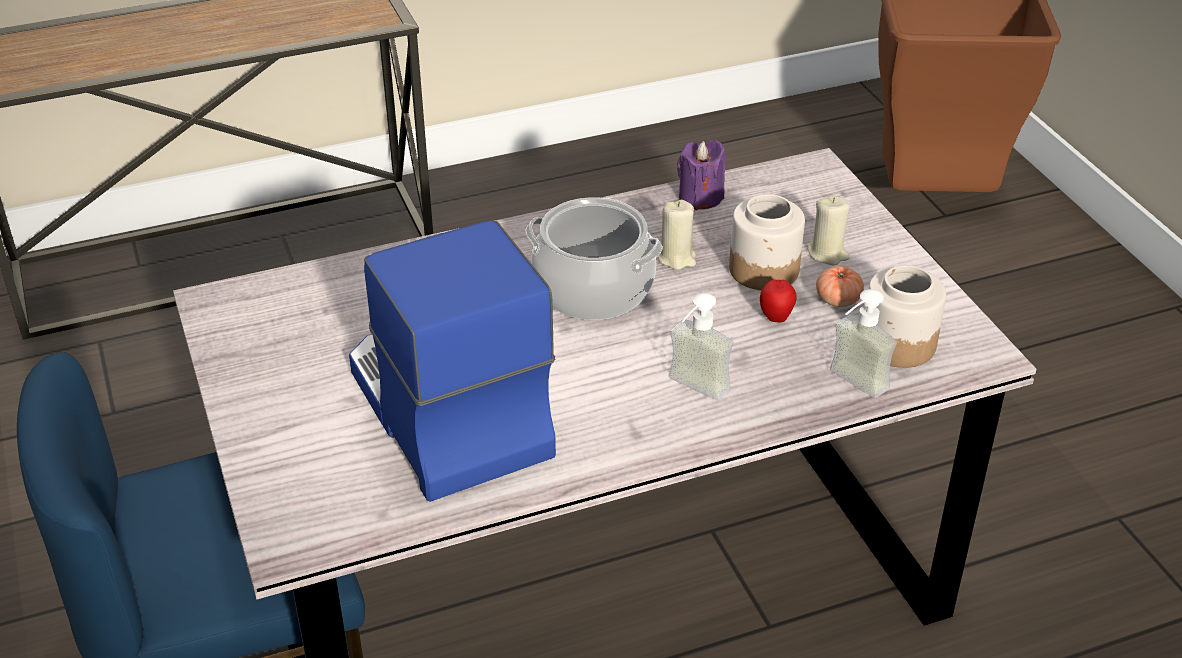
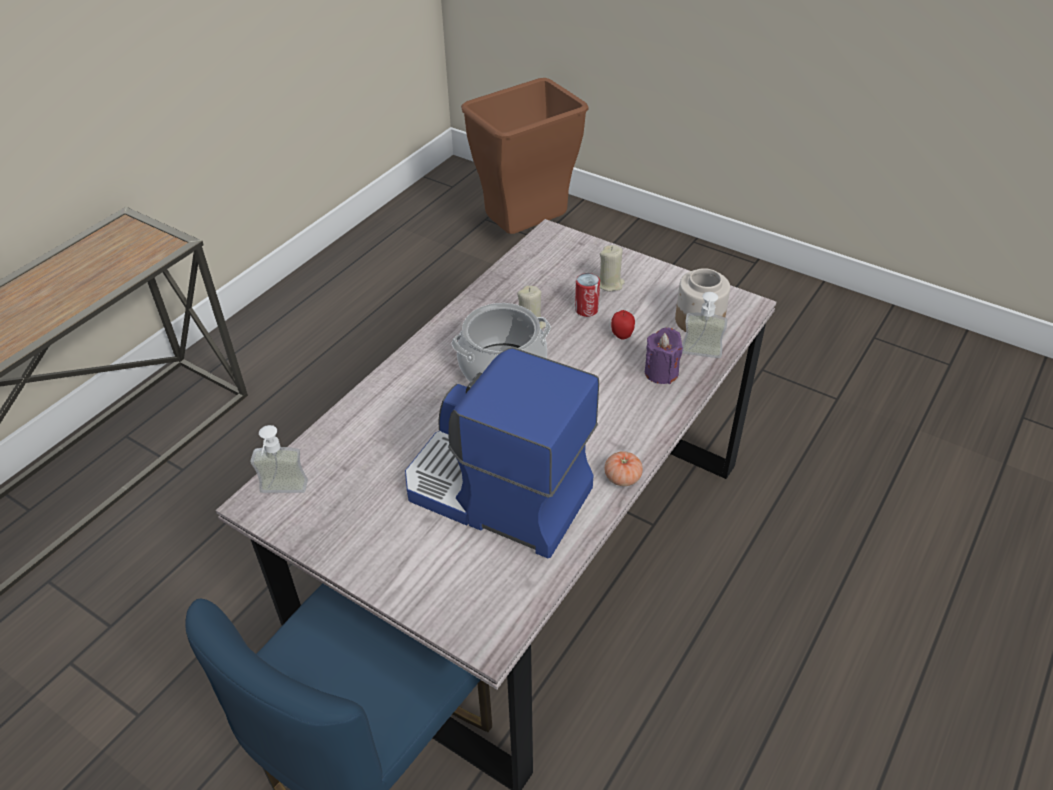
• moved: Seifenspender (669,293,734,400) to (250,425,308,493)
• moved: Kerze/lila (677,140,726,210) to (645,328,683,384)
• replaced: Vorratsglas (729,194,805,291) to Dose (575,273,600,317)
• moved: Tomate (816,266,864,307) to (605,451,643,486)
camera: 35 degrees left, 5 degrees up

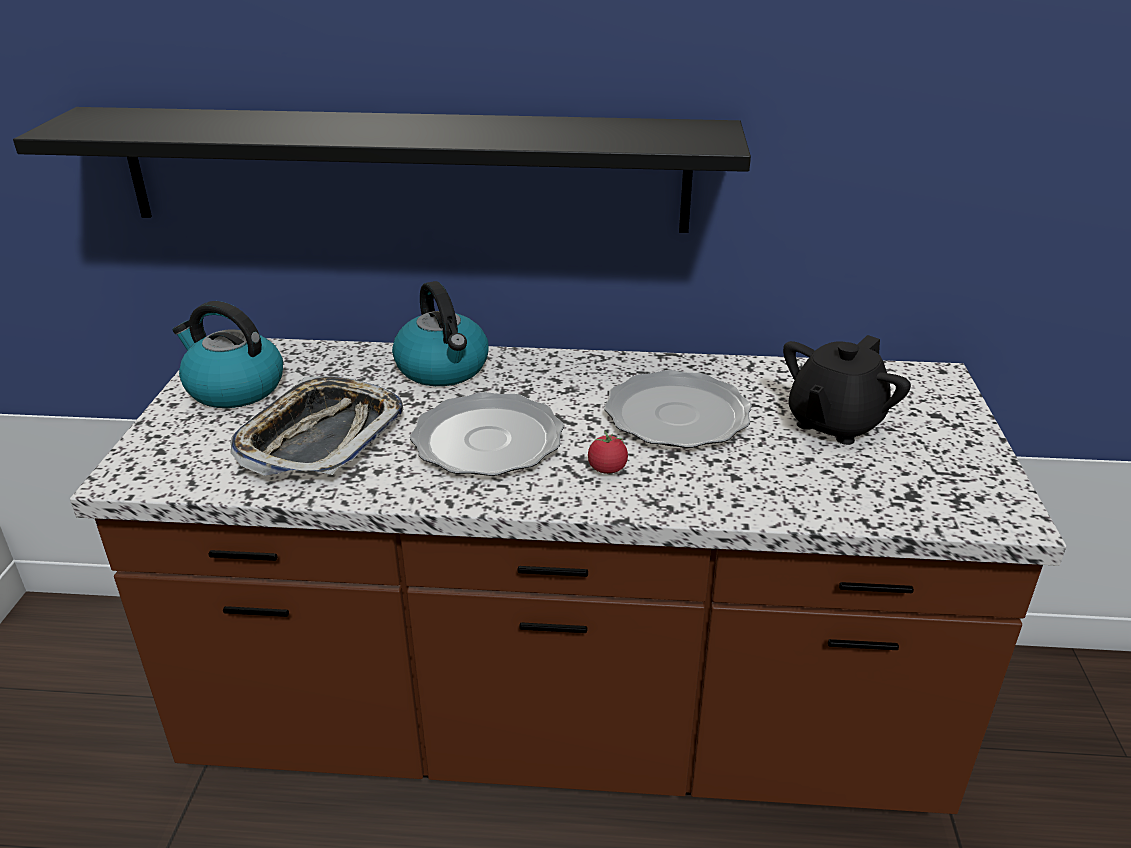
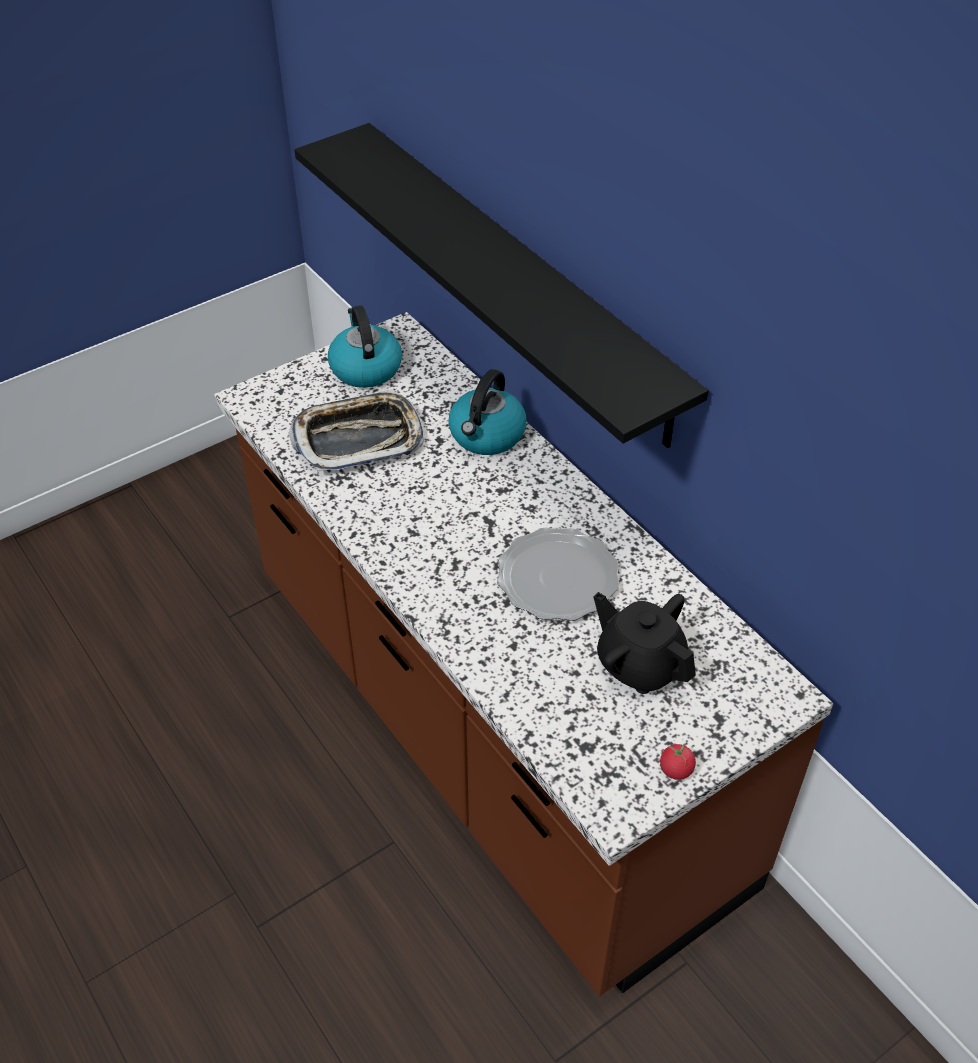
• removed: Teller (410,392,564,476)
• moved: Tomate (588,431,628,474) to (660,744,696,780)
• turned: Teekanne/schwarz (783,335,911,445) = (593,592,696,694) 45 degrees clockwise
camera: 50 degrees right, 15 degrees up

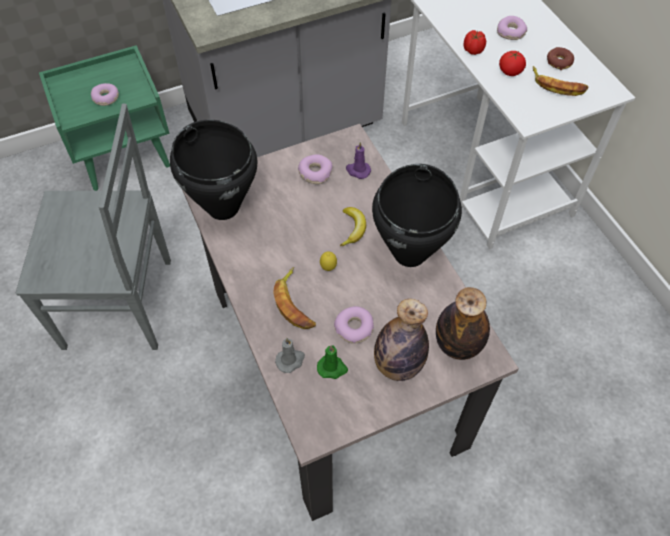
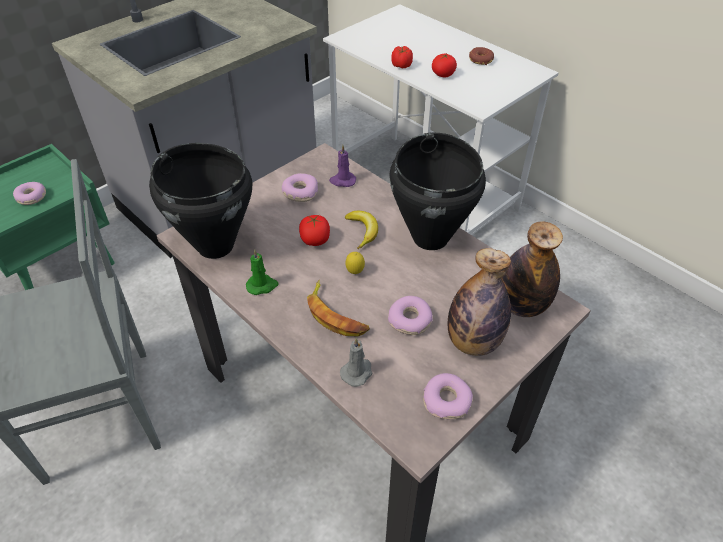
• moved: Kerze/grün (317,345,348,379) to (246,249,279,295)
• moved: Donut (497,16,527,40) to (423,373,473,419)
• removed: Banane (533,66,588,96)
• added: Tomate (299,215,330,246)
camera: 20 degrees left, 10 degrees down

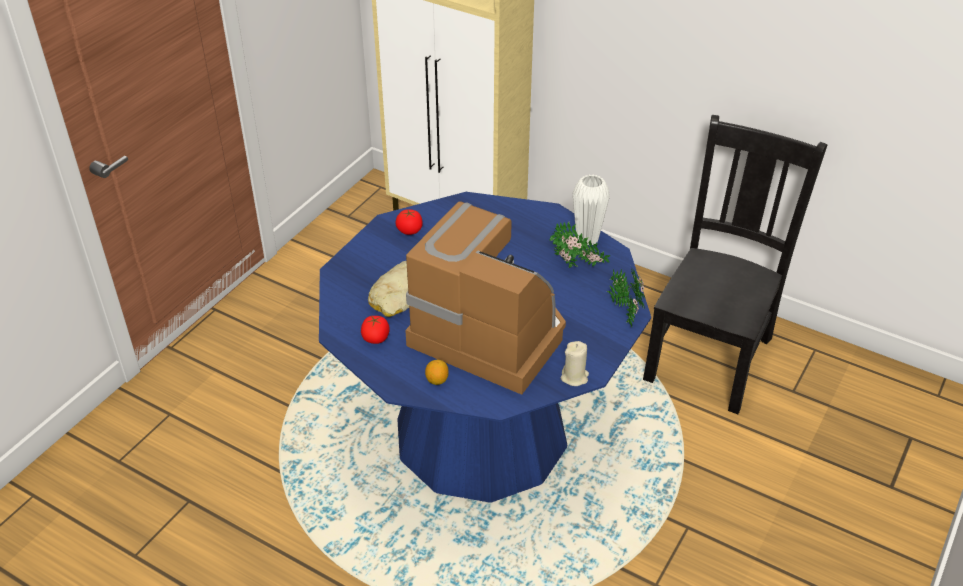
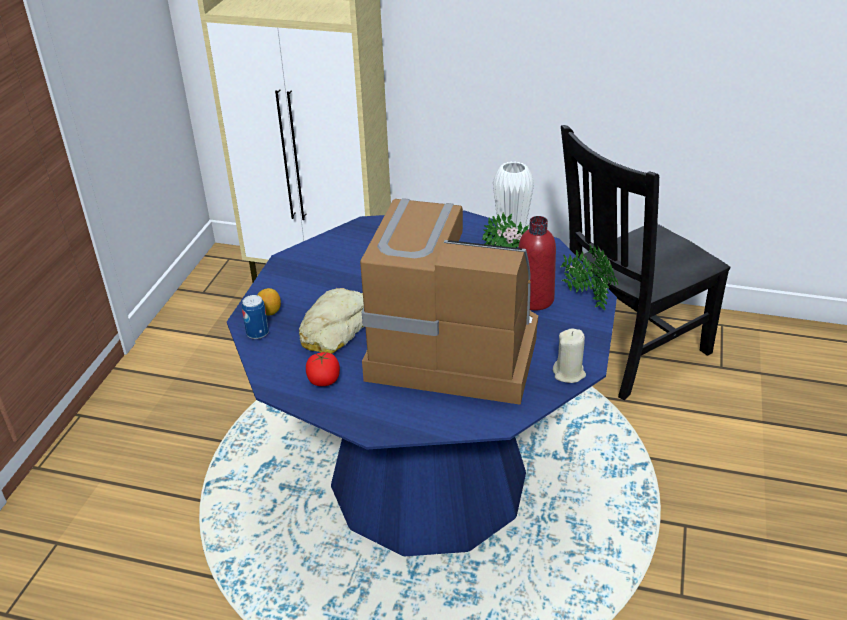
• removed: Tomate (395,209,423,235)
• moved: Zitrone (425,360,449,385) to (257,288,281,316)
• turned: Stuhl/schwarz (643,115,827,414) = (561,125,730,400) 135 degrees counterclockwise
• added: Dose (242,295,269,339)
• added: Flasche/rot (518,216,556,310)
camera: 15 degrees left, 5 degrees down

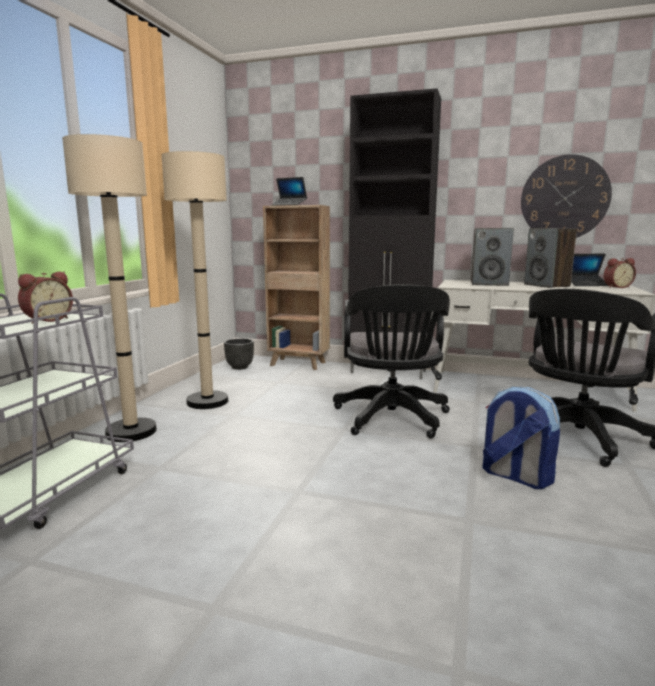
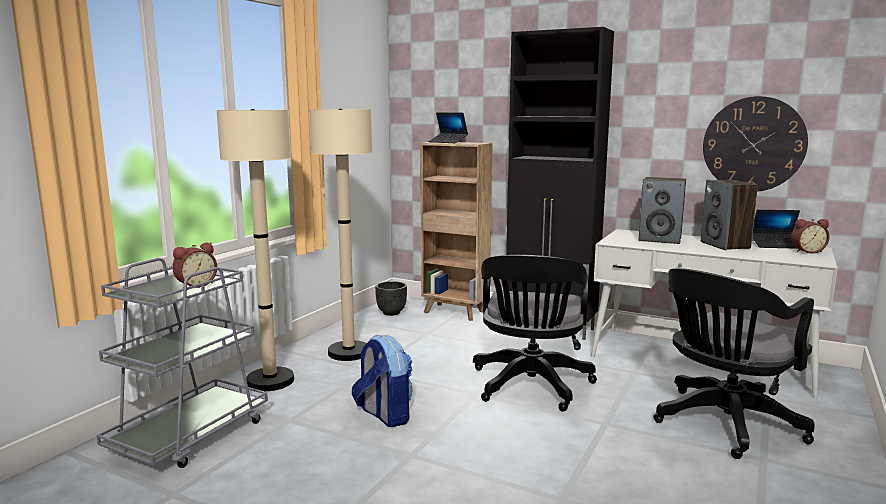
• moved: Rucksack (482,386,560,489) to (352,335,413,427)
camera: 10 degrees right, 0 degrees up

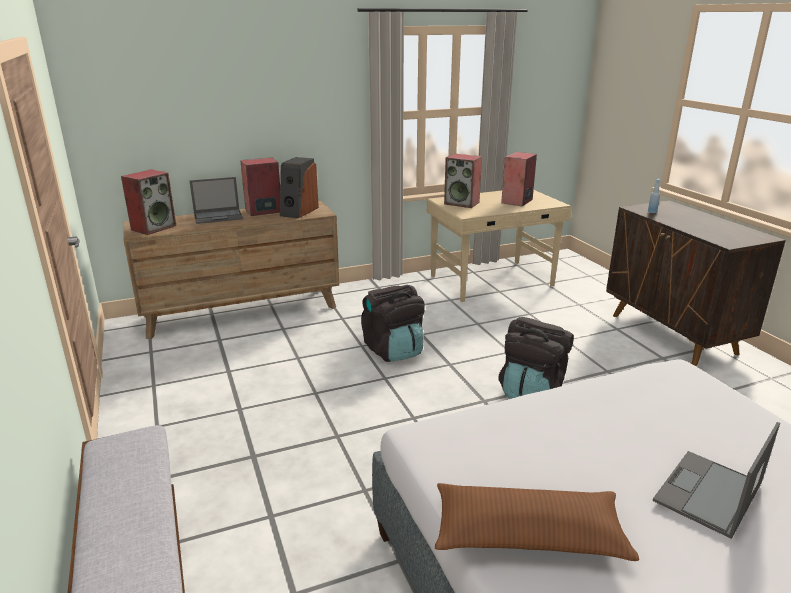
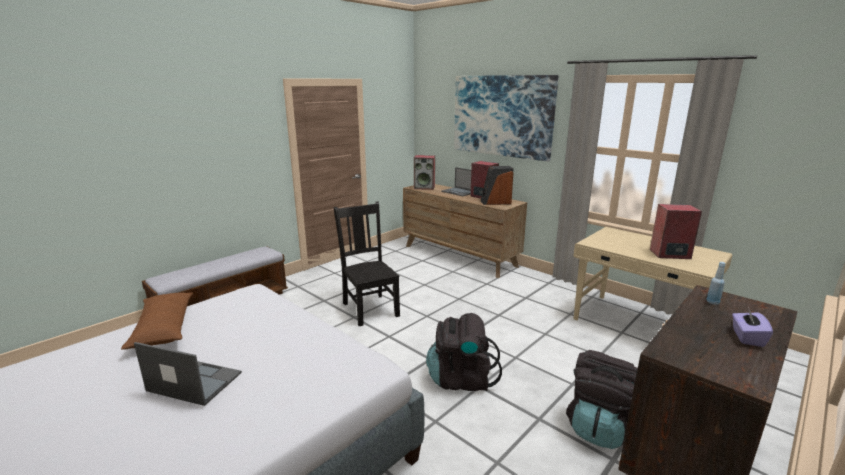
• moved: Rucksack/schwarz (361,285,425,362) to (566,350,638,449)
• removed: Lautsprecher (444,154,482,208)
• added: Stuhl/schwarz (333,202,400,326)
• added: Bild (454,75,558,162)
• added: Taschentuchbox/lila (732,307,773,347)
camera: 65 degrees right, 5 degrees down

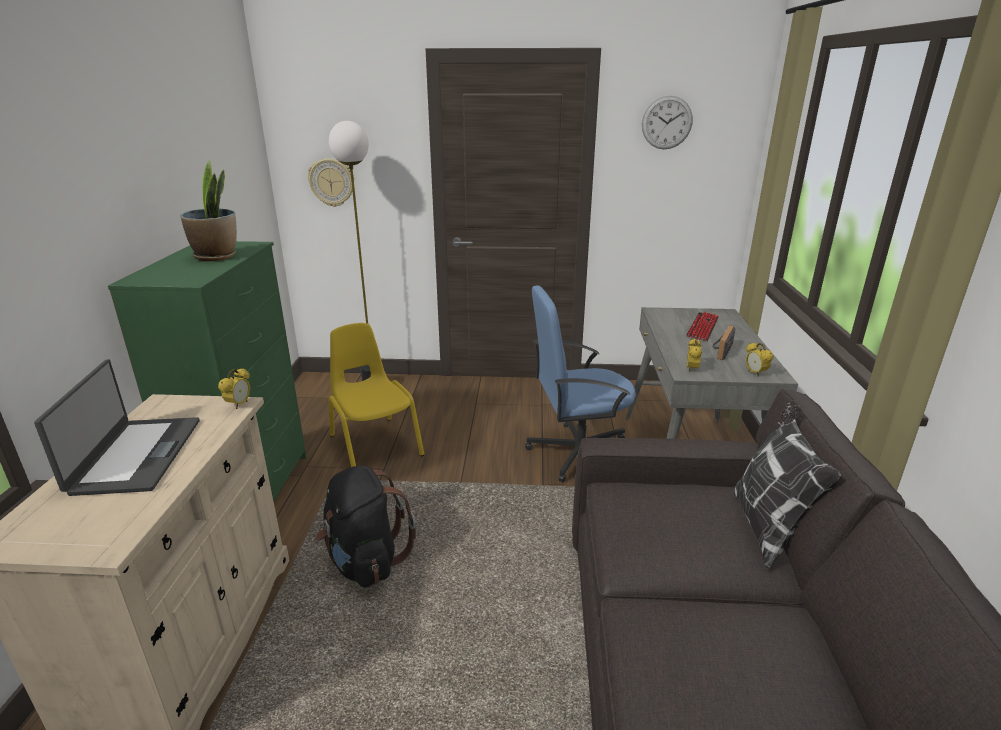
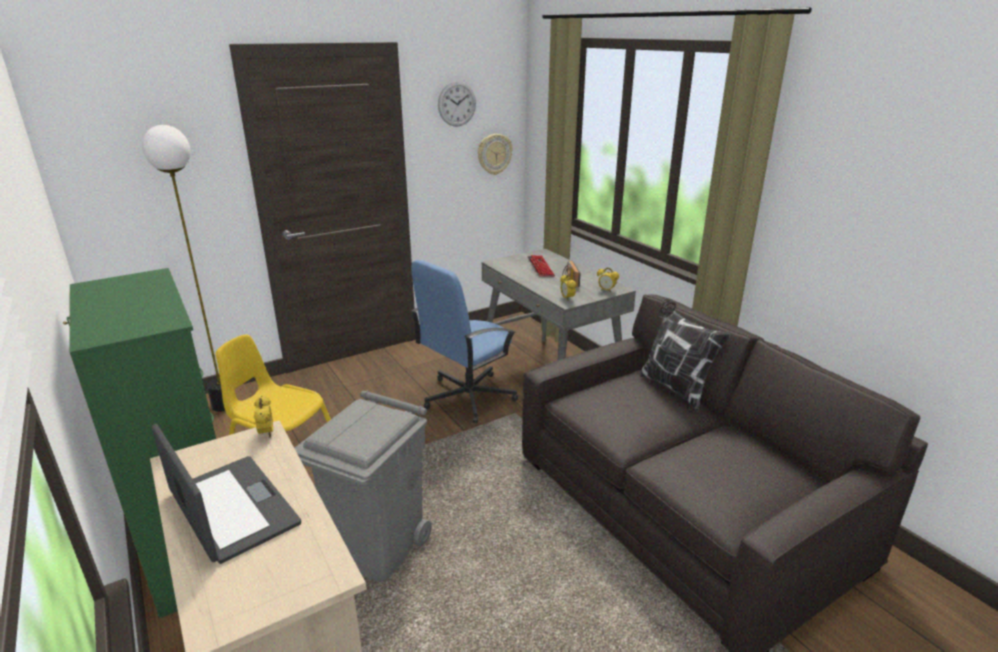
• removed: Topfpflanze (181,160,237,261)
• moved: Wanduhr (308,158,354,207) to (478,134,513,175)
• replaced: Rucksack/schwarz (316,466,416,588) to Mülleimer/grau (295,390,432,581)
camera: 35 degrees left, 0 degrees up

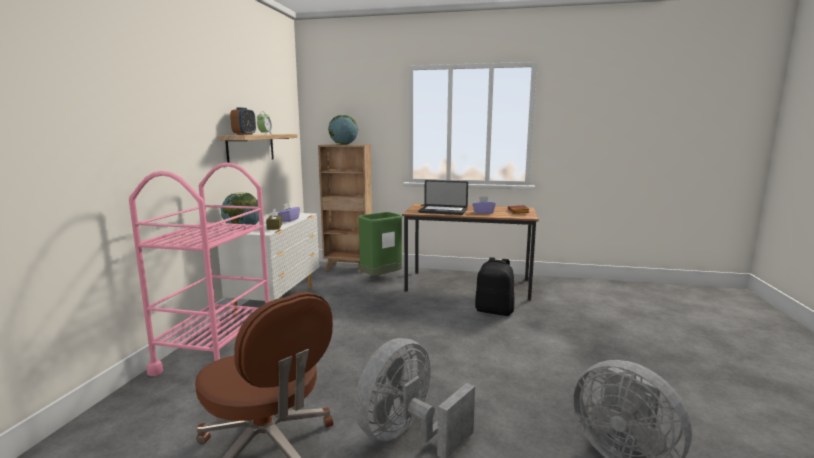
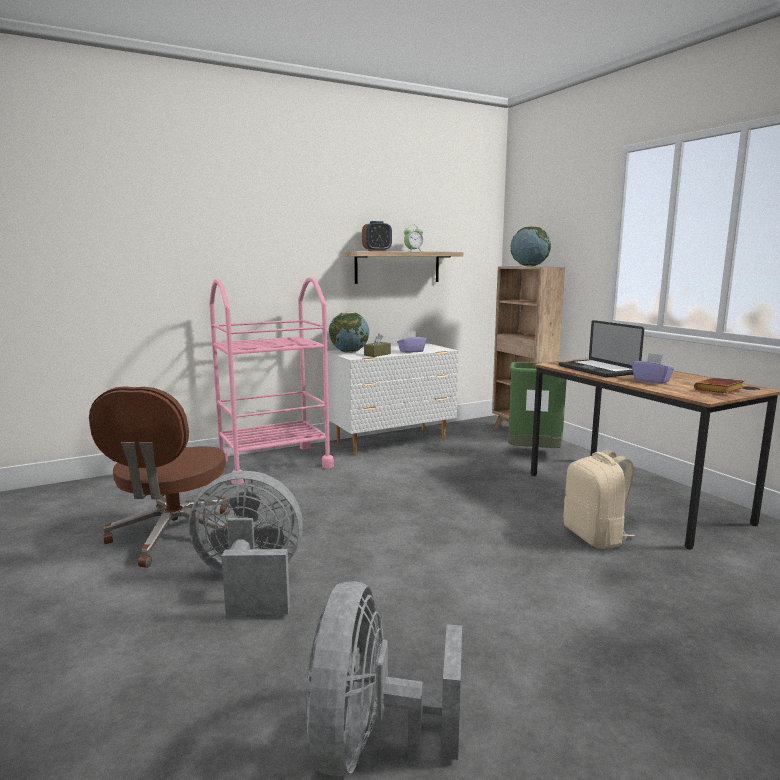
• recoloured: Rucksack/schwarz (475,257,515,316) to Rucksack/beige (564,450,635,549)
camera: 50 degrees right, 0 degrees up

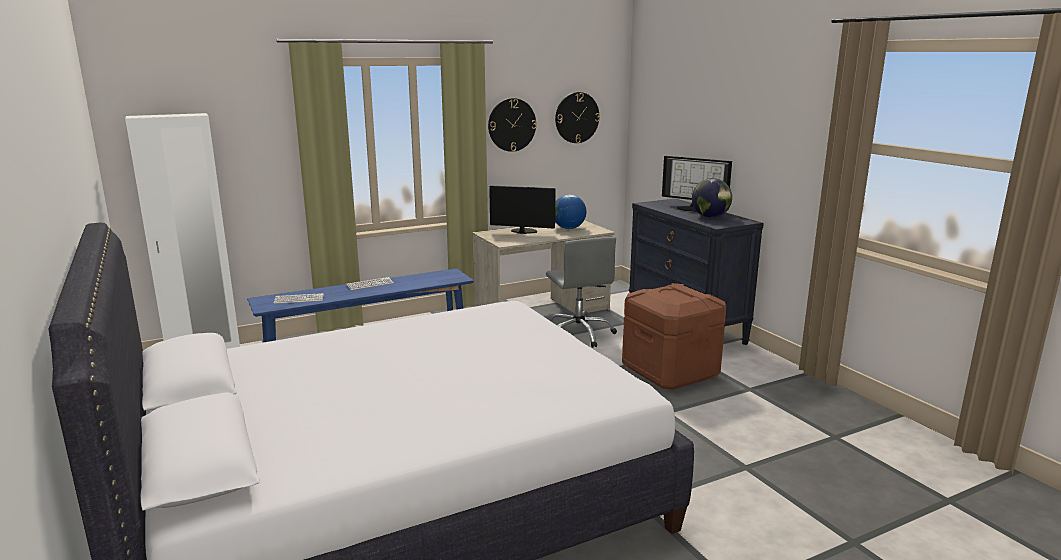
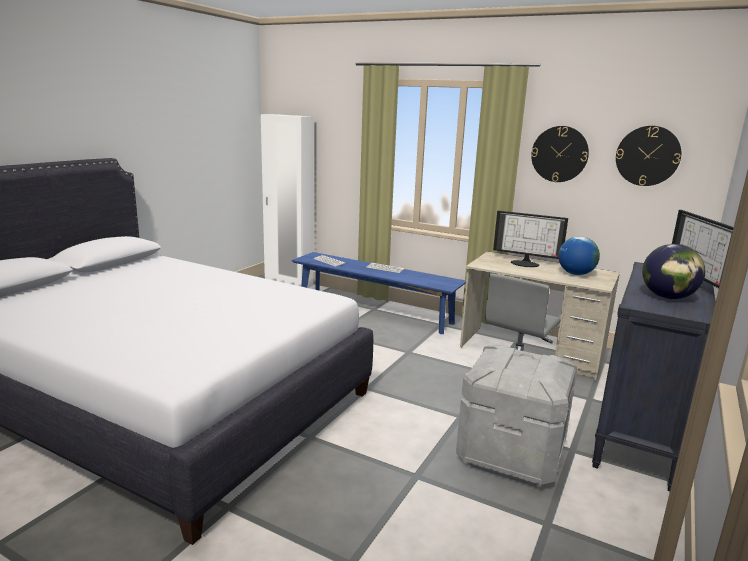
• turned: Monitor (489,186,556,234) = (493,211,568,267) 135 degrees clockwise
• recoloured: Aufbewahrungsbox/braun (622,283,726,390) to Aufbewahrungsbox/grau (456,345,577,487)
camera: 55 degrees right, 0 degrees up

